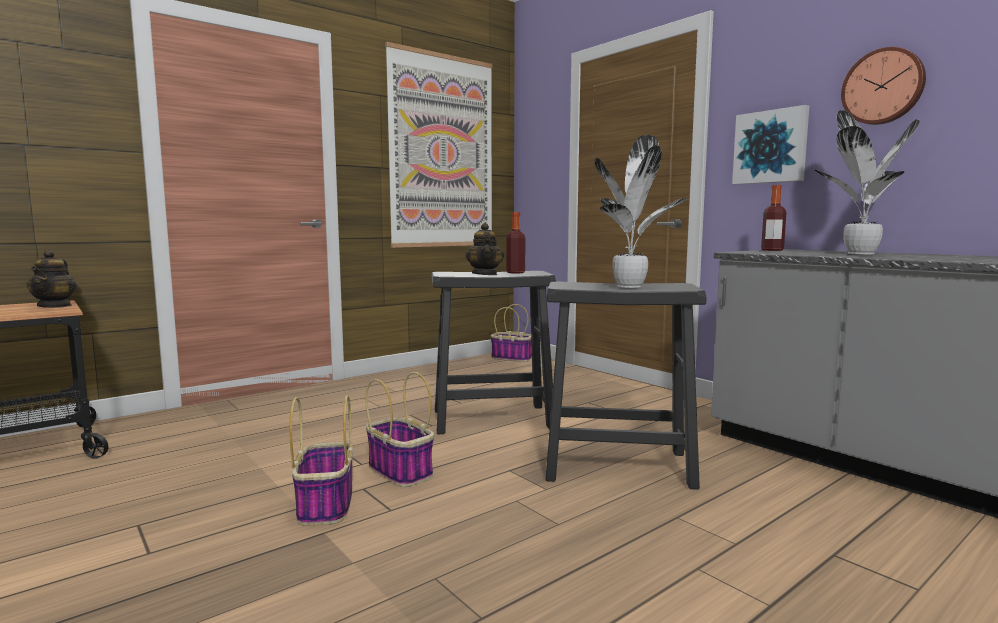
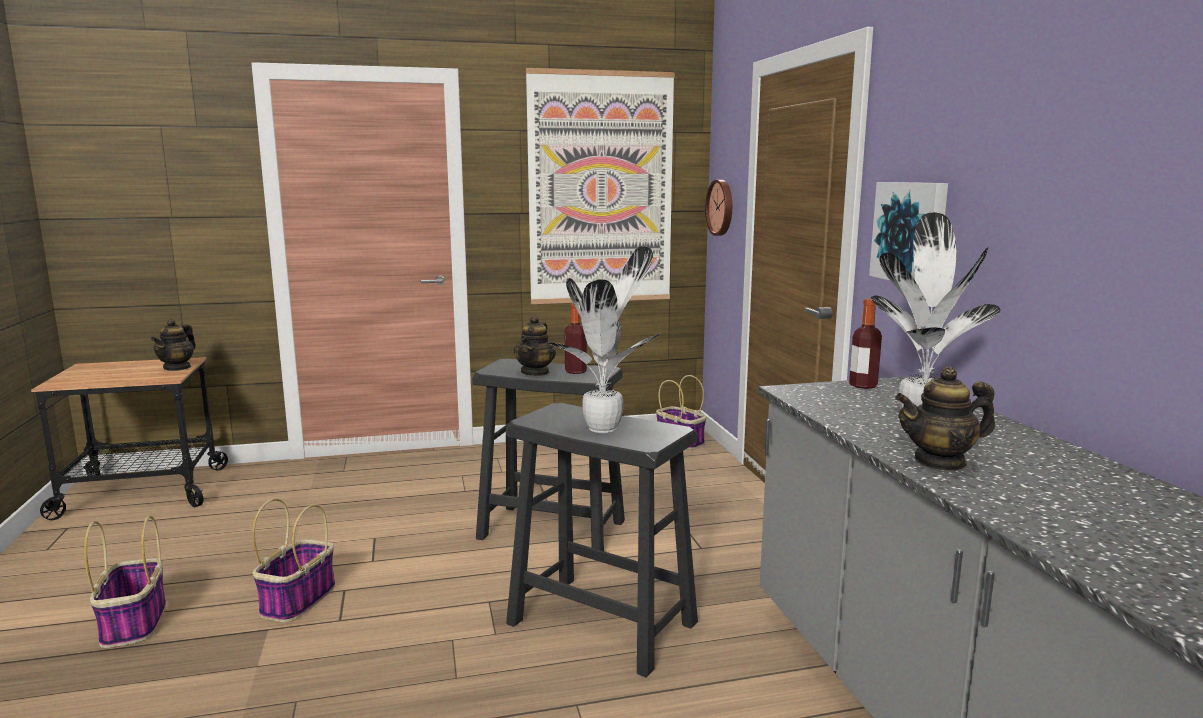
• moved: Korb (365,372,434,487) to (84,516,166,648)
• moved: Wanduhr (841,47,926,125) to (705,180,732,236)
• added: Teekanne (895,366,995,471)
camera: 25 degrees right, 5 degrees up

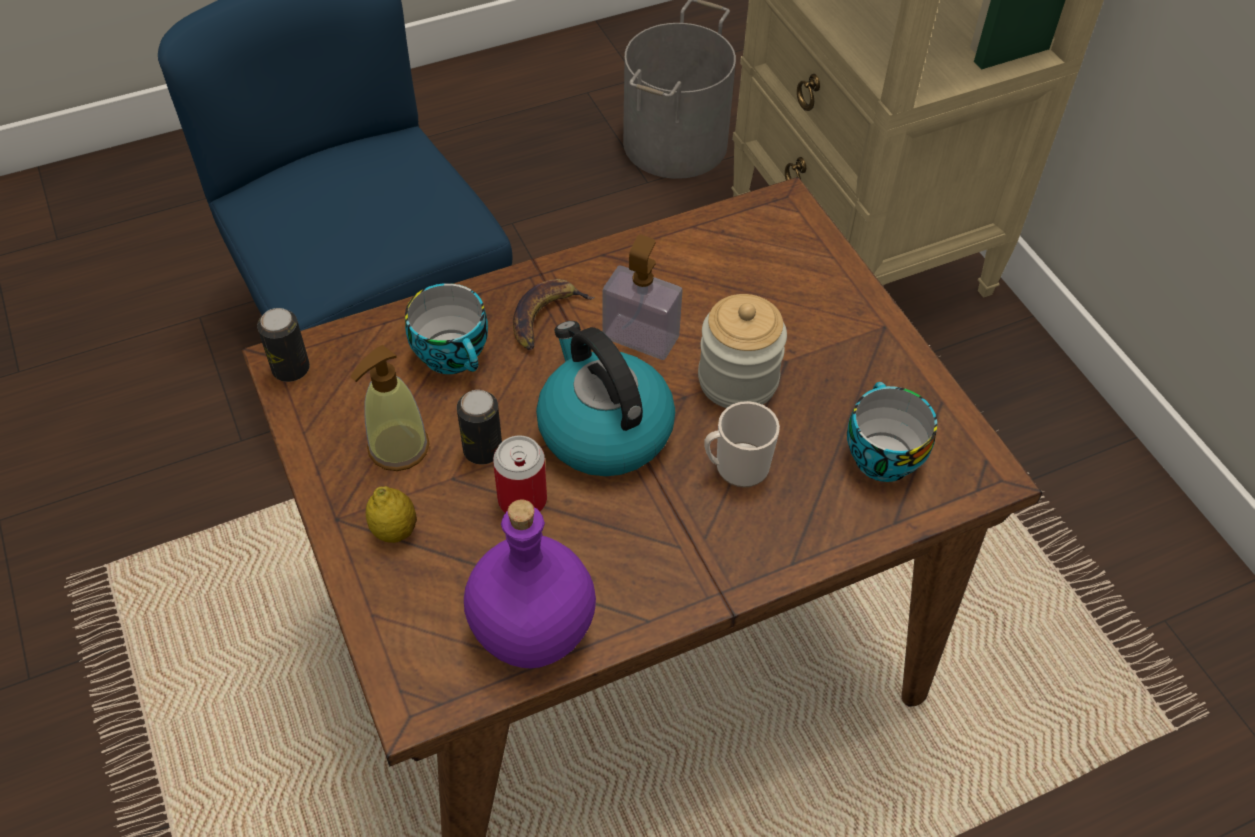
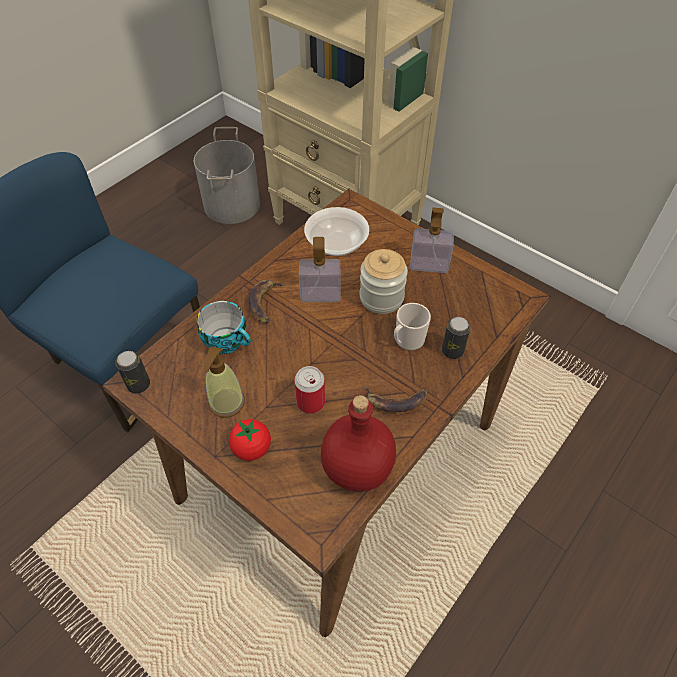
• replaced: Zitrone (366,486,417,543) to Tomate (229,419,271,461)
• moved: Dose (457,390,502,464) to (442,317,471,359)
• recoloured: Flasche/lila (464,499,596,668) to Flasche/rot (321,395,396,491)
• removed: Wasserkessel (536,321,675,476)
• removed: Tasse (847,382,937,482)
• added: Schüssel (304,207,369,256)
• added: Banane (364,385,427,412)
• added: Seifenspender (410,208,454,273)
camera: 25 degrees left, 0 degrees up

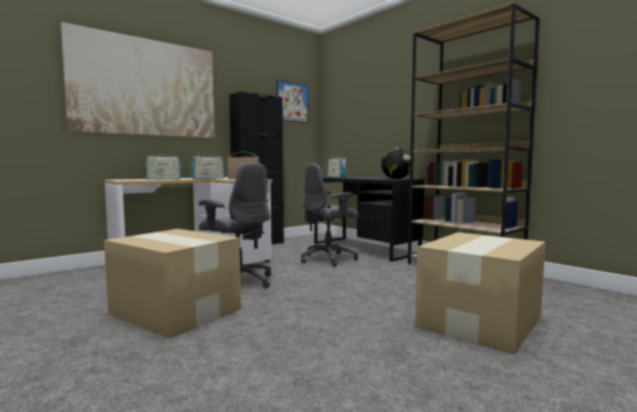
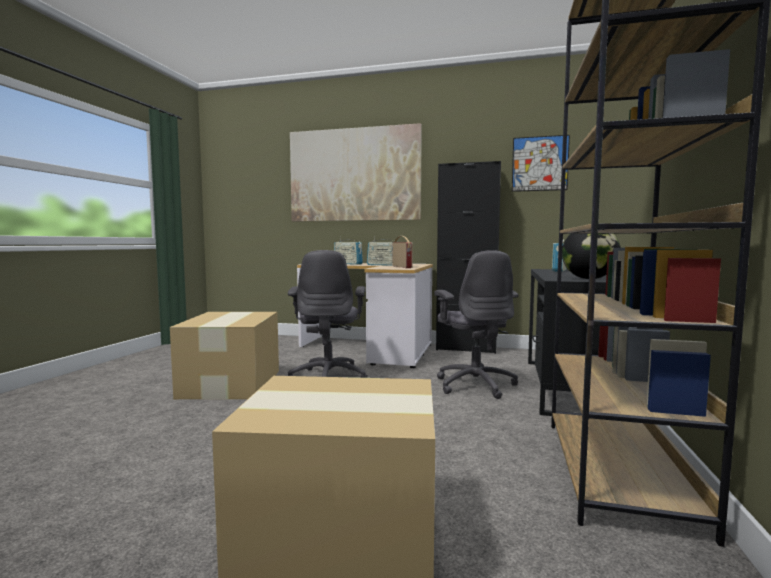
• turned: Bürostuhl/grau (301,163,359,267) = (434,250,518,399) 135 degrees counterclockwise
camera: 55 degrees right, 0 degrees up

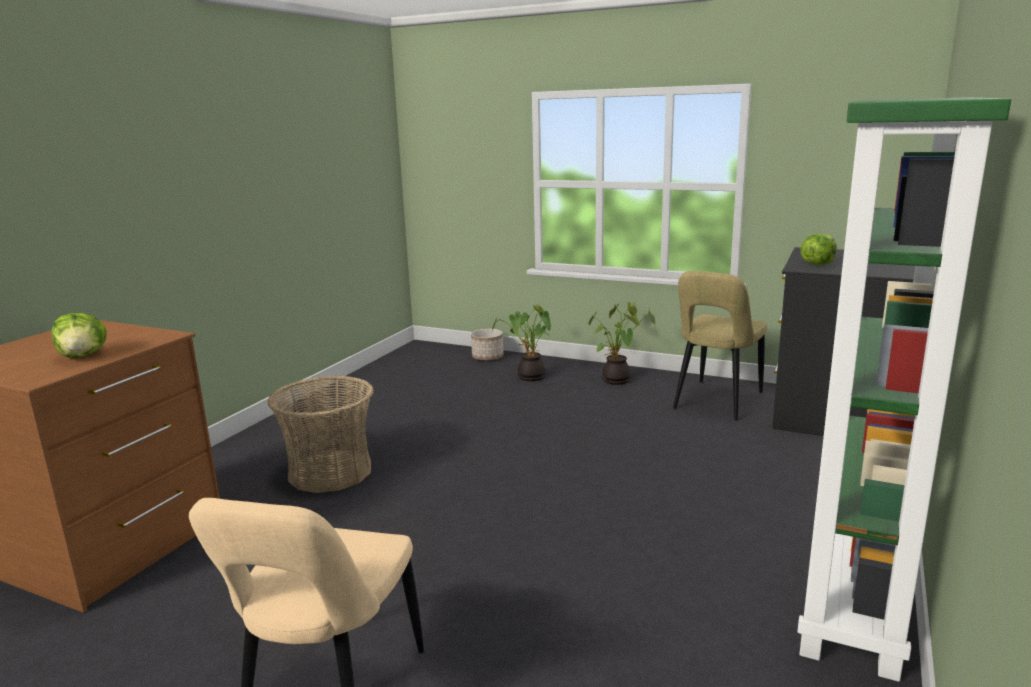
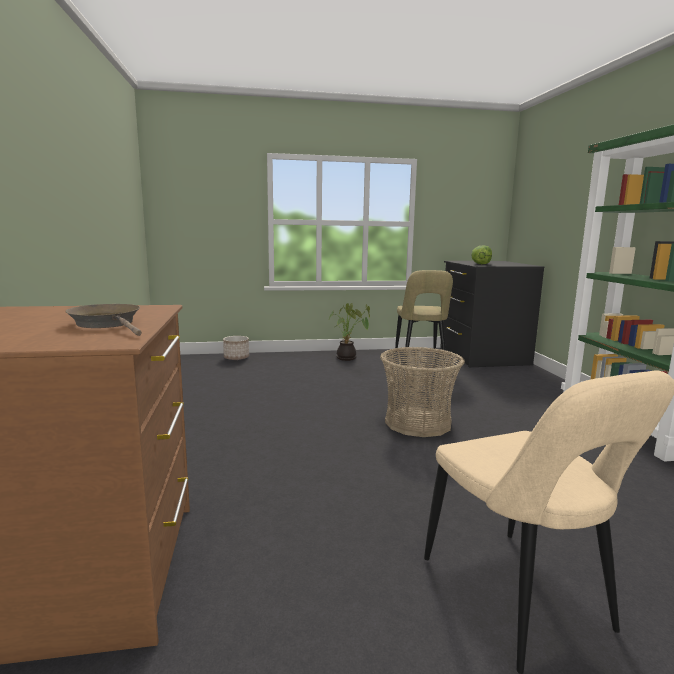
• replaced: Salatkopf (51,313,107,358) to Pfanne/braun (65,304,142,336)
• moved: Korb (268,376,374,493) to (380,347,465,437)
• removed: Topfpflanze (492,305,551,381)
camera: 35 degrees left, 5 degrees down

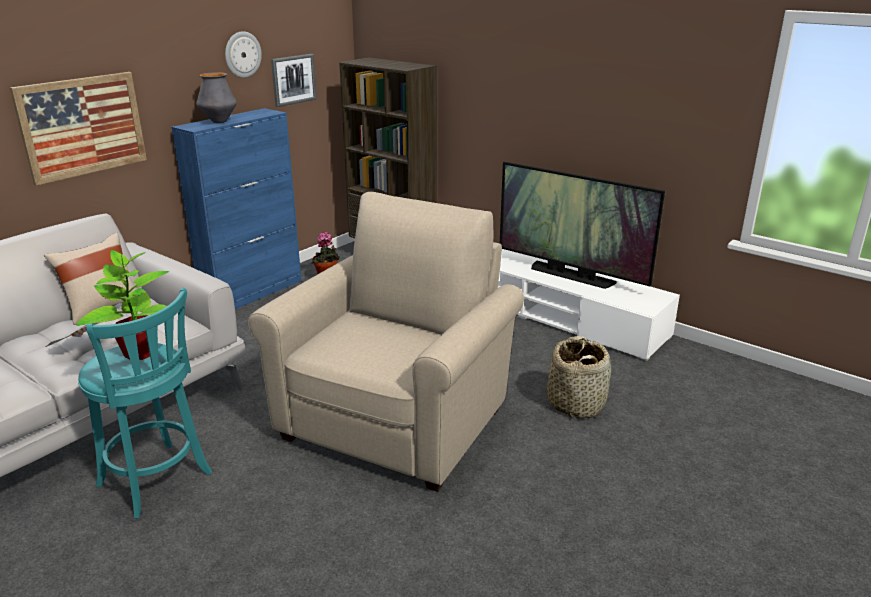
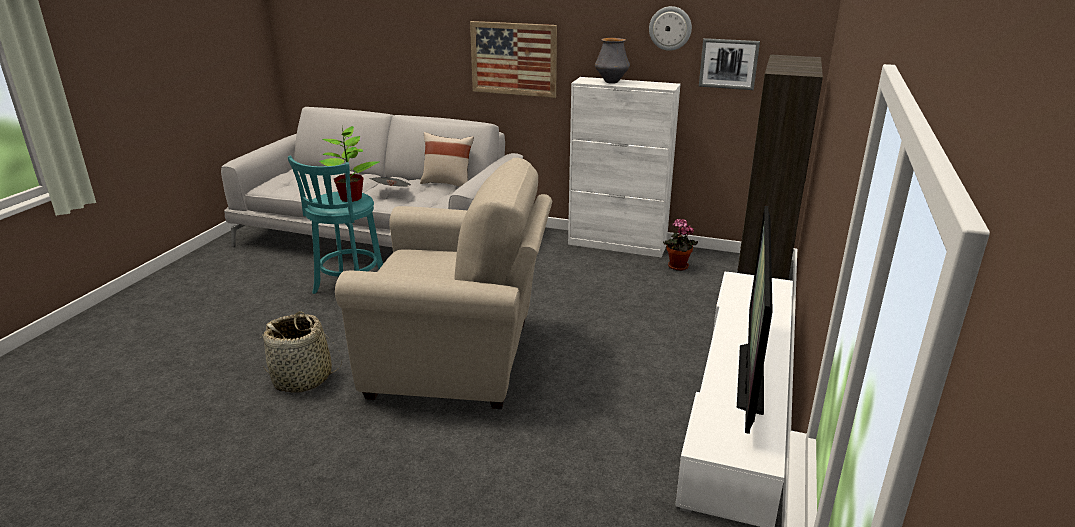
• recoloured: Schrank/blau (172,108,302,309) to Schrank/weiß (568,77,681,257)
• moved: Korb (547,336,611,419) to (261,311,342,393)
camera: 70 degrees right, 0 degrees up

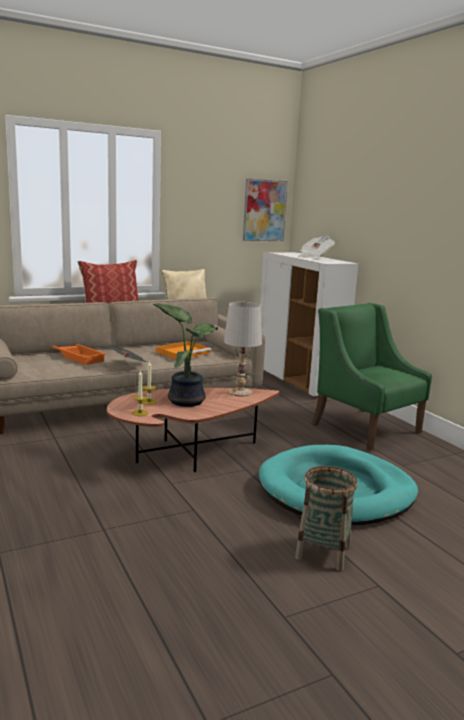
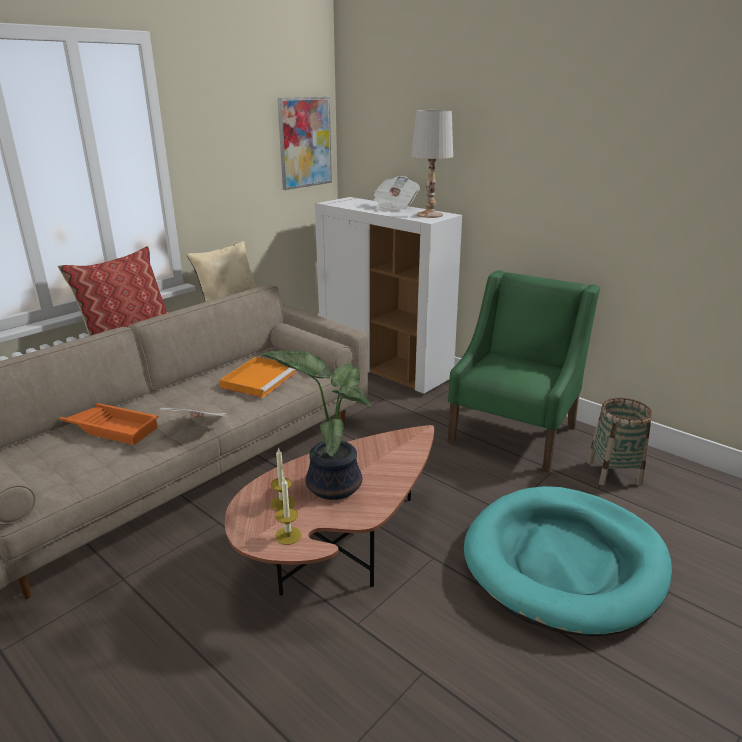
• moved: Tischlampe/weiß (224,302,262,396) to (411,110,453,218)
• moved: Korb (295,466,358,571) to (587,398,652,486)
• turned: Sessel/grün (311,303,432,451) = (448,270,600,472) 90 degrees clockwise
camera: 20 degrees left, 10 degrees up

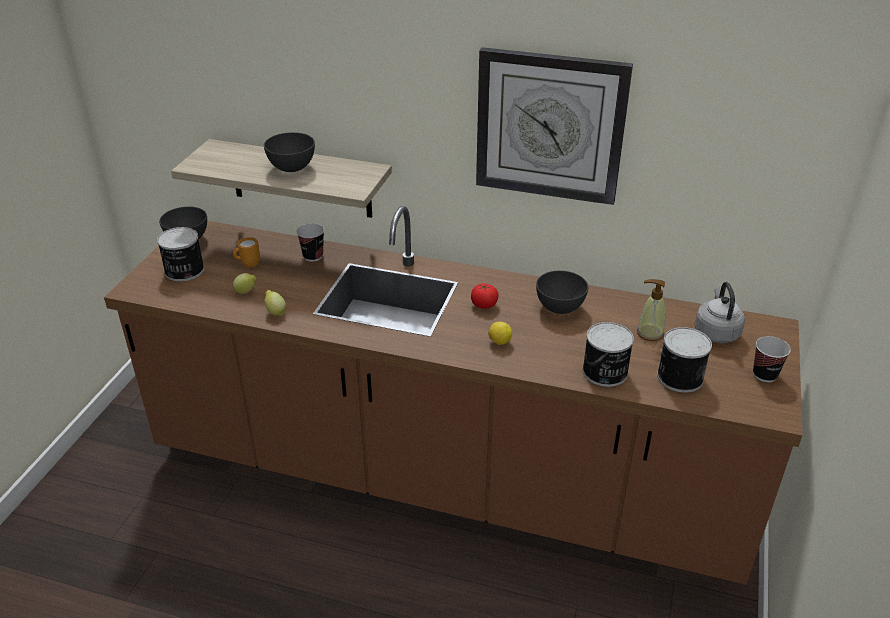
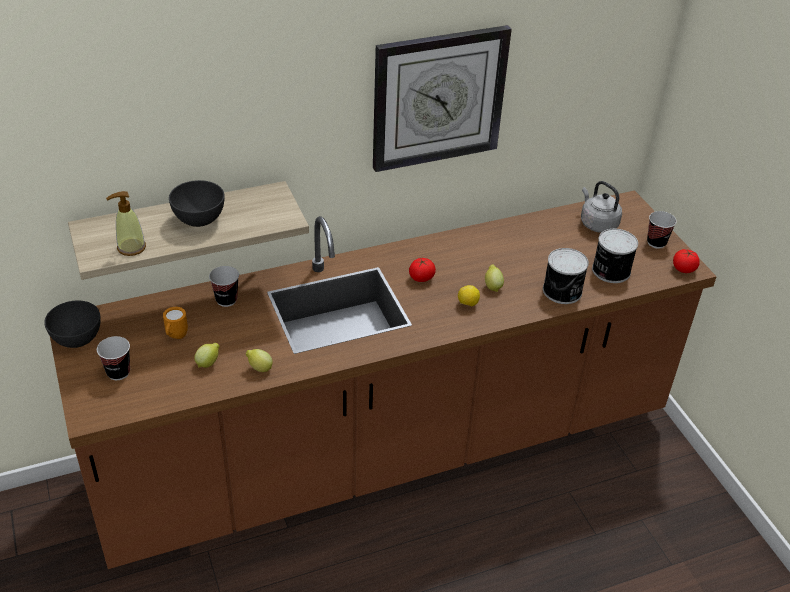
• replaced: Dose (157,227,204,281) to Tasse (97,336,130,380)
• removed: Schüssel/grau (536,271,588,314)
• moved: Seifenspender (637,279,665,341) to (106,191,146,256)
• added: Zitrone (485,264,504,292)
• added: Tomate (673,249,700,273)
camera: 40 degrees left, 5 degrees up

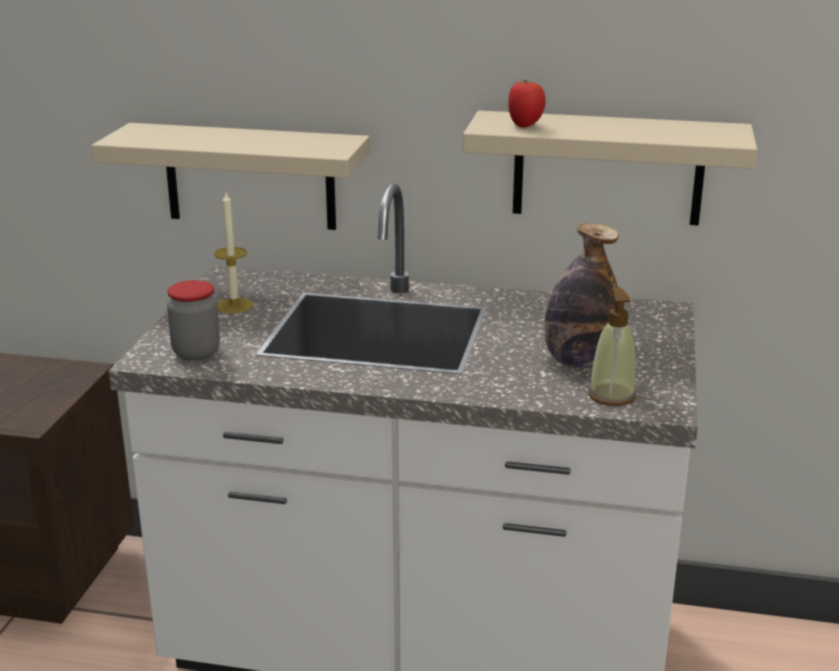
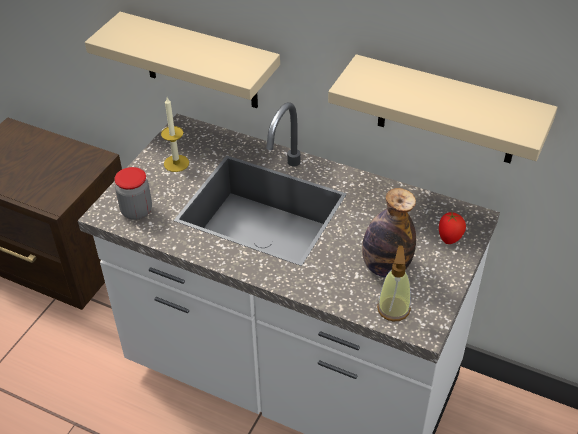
• moved: Tomate (508,80,546,127) to (439,212,466,244)
camera: 15 degrees right, 20 degrees up

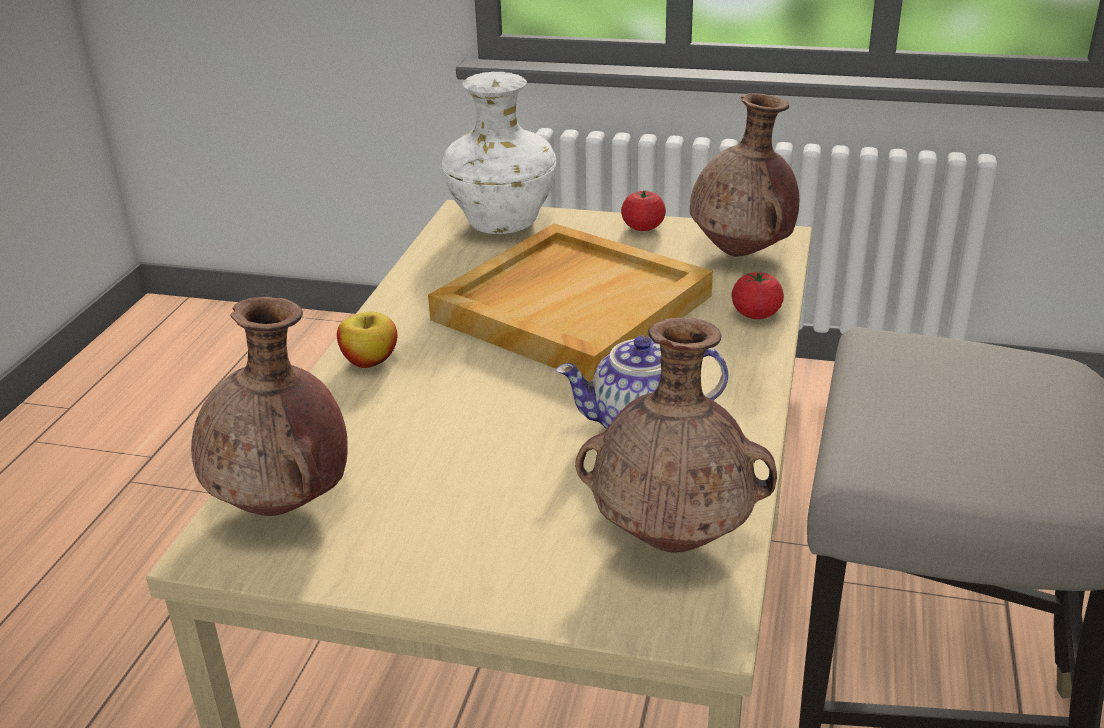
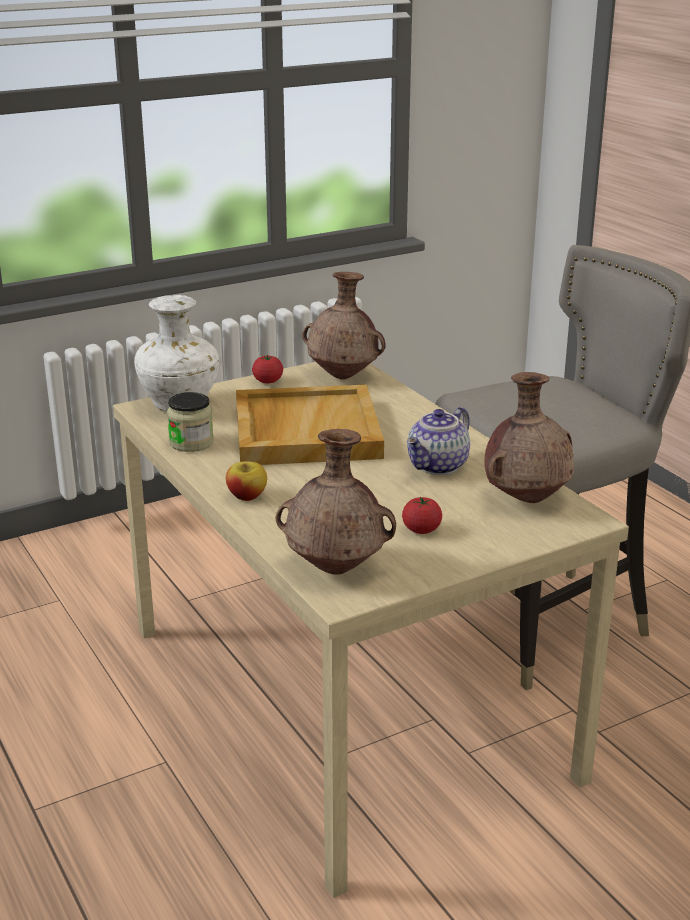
• moved: Tomate (731,272,784,319) to (402,497,442,534)
• added: Vorratsglas (167,392,214,452)
camera: 45 degrees left, 5 degrees down

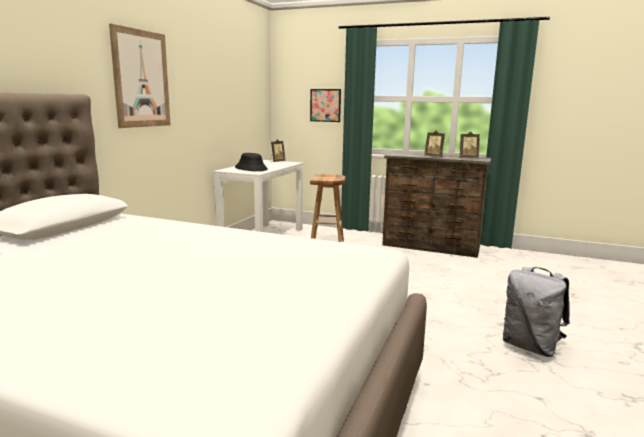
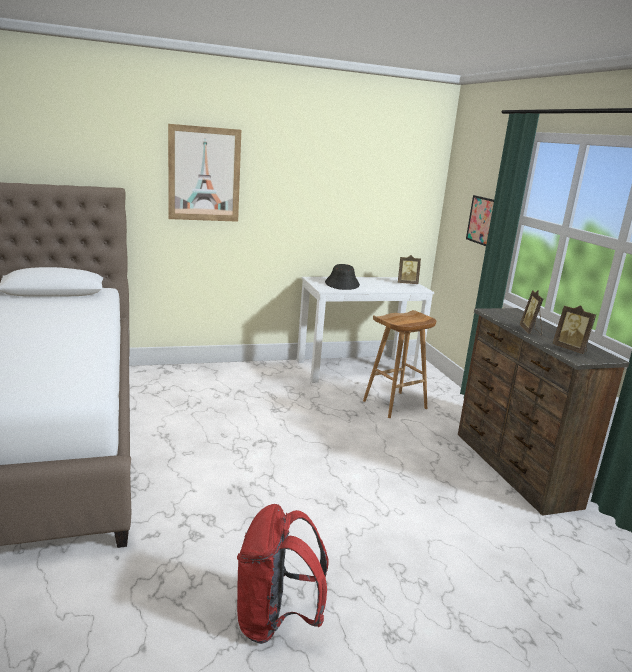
• recoloured: Rucksack/grau (503,267,570,357) to Rucksack/rot (237,504,329,644)
camera: 50 degrees right, 5 degrees up

